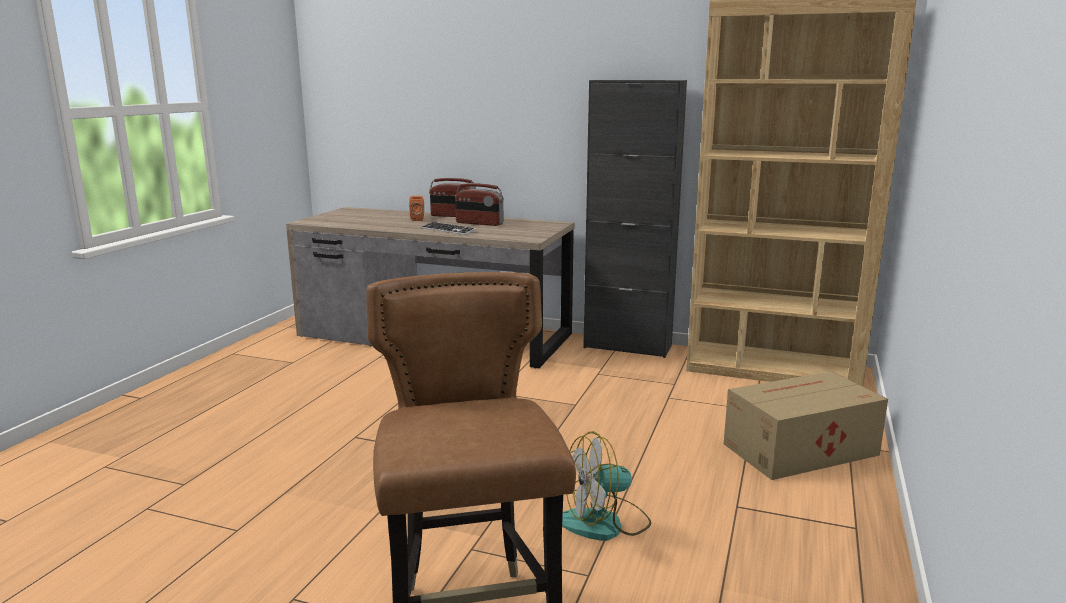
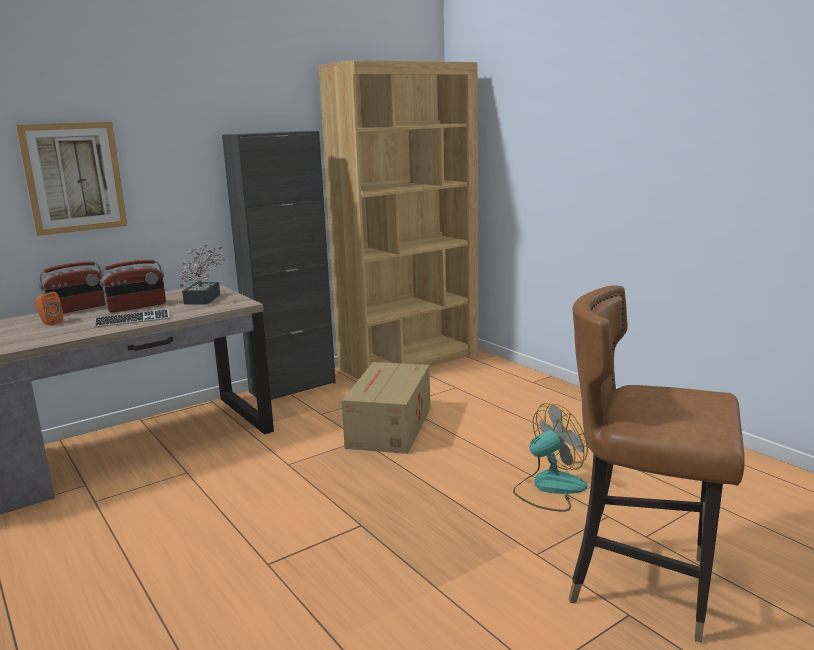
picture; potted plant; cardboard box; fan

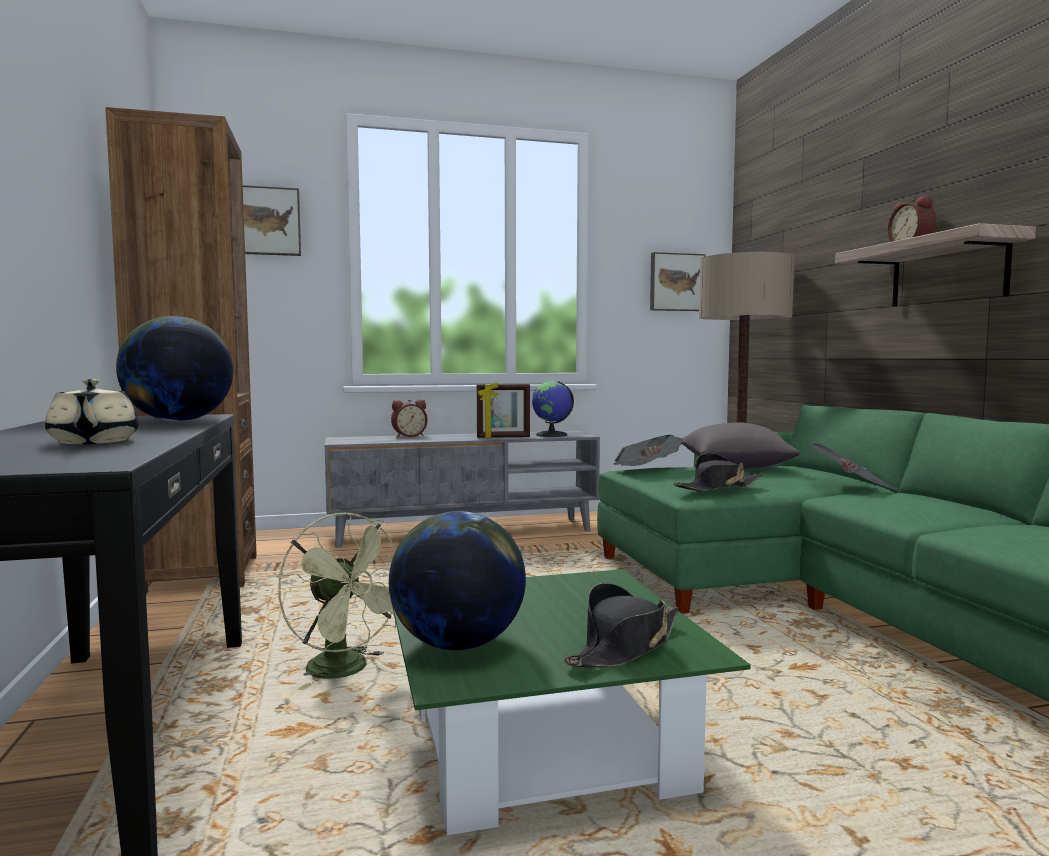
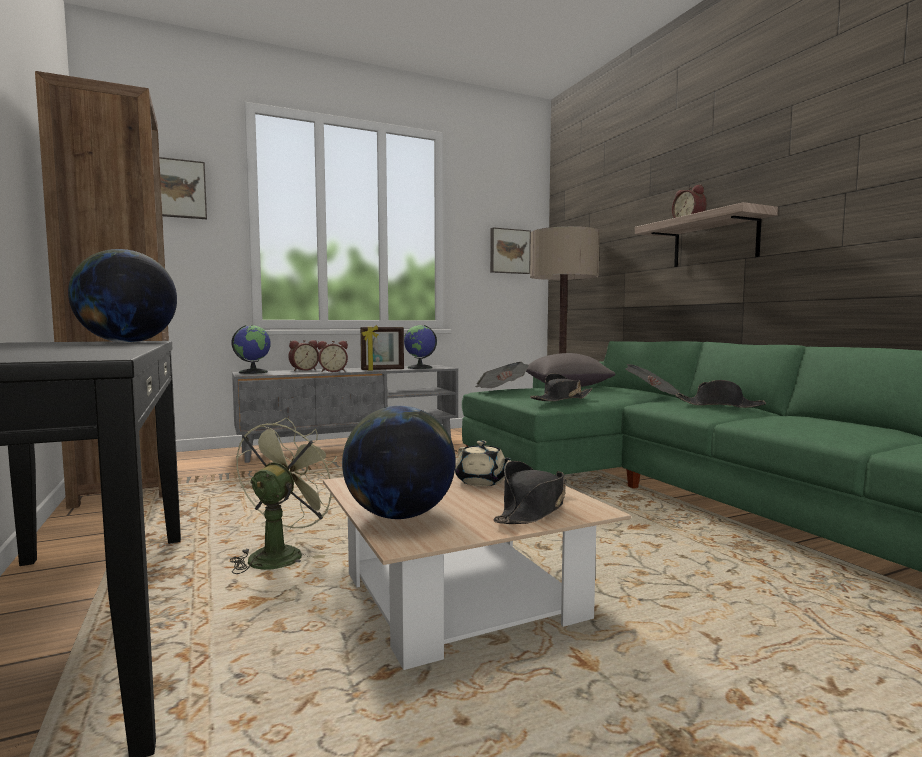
globe (no. 2 from left); alarm clock (no. 2 from left); black hat (no. 3 from left); beige teapot; beige coffee table; green fan

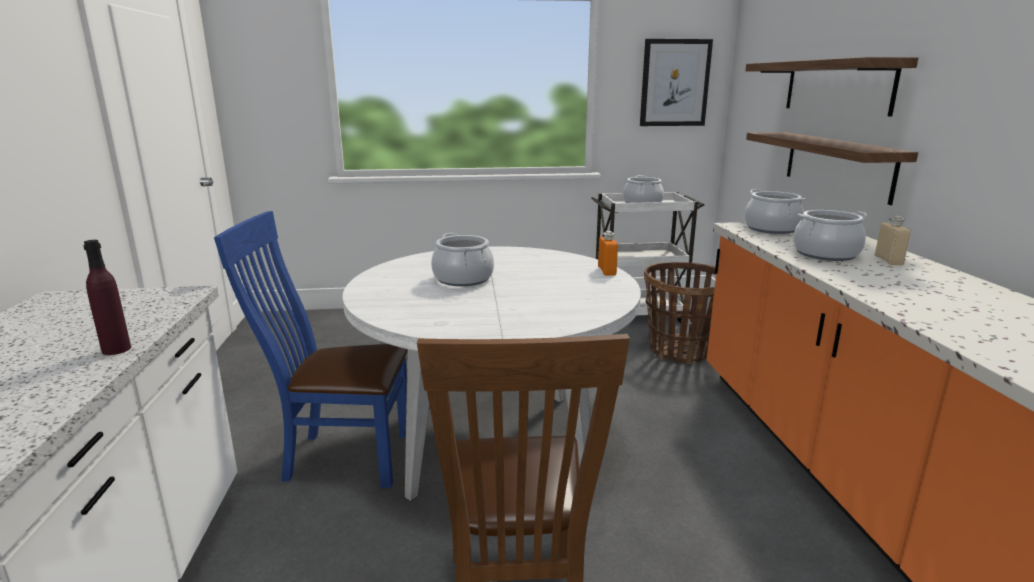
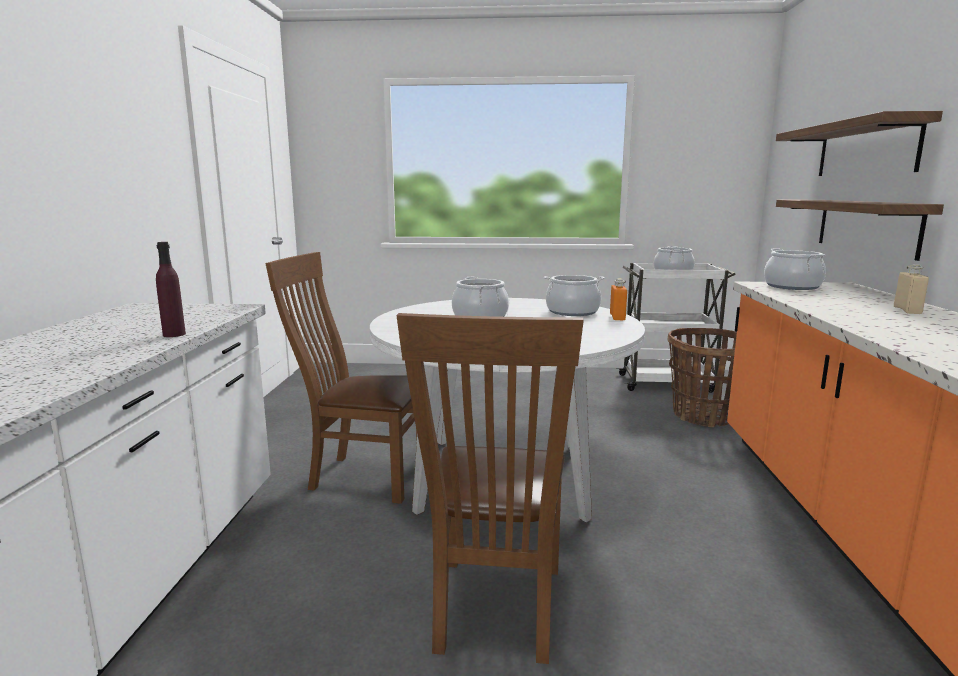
picture; cooking pot (no. 2 from left); brown chair (no. 1 from left)

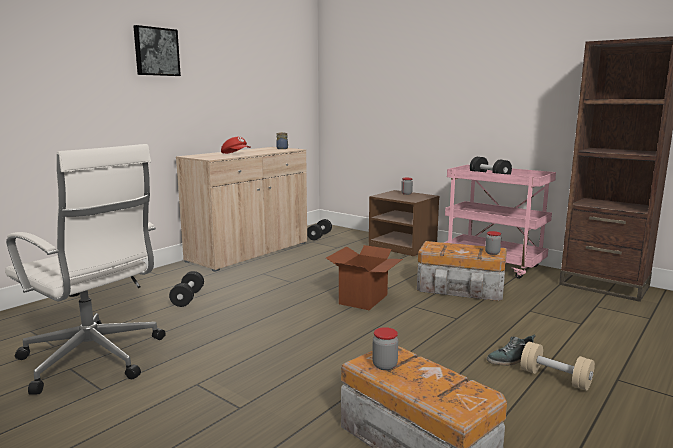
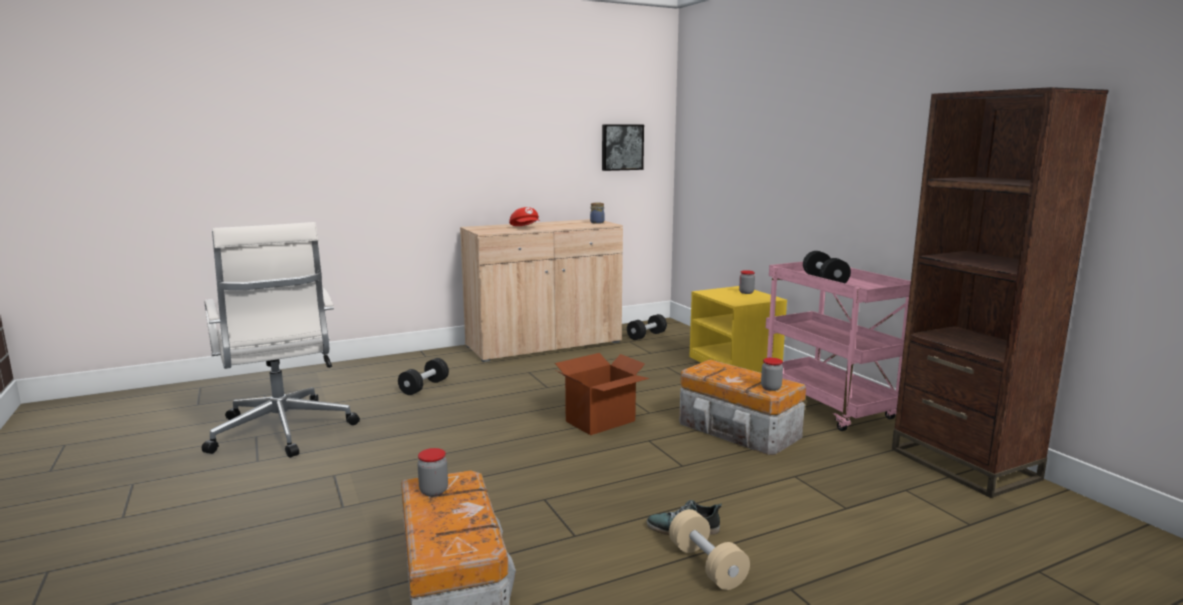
picture; yellow nightstand

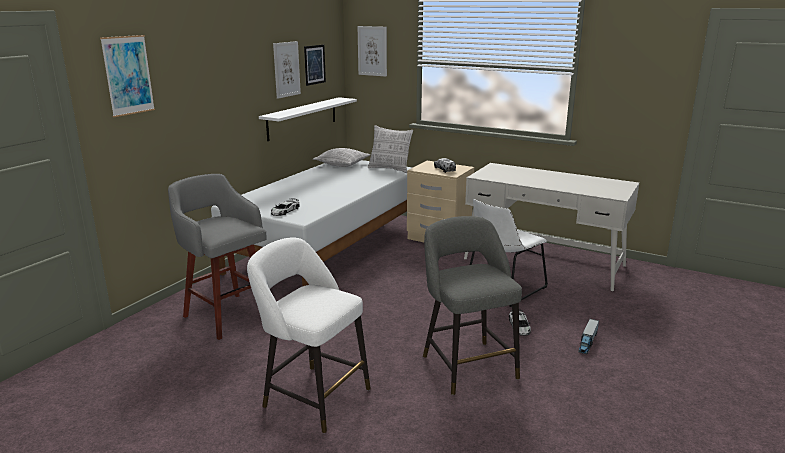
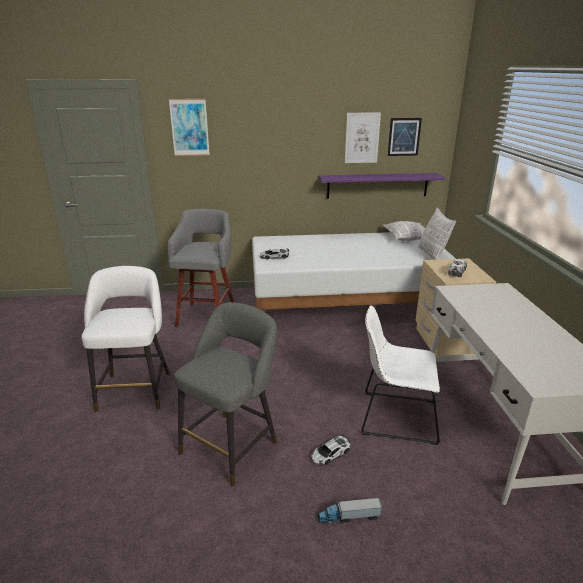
picture (no. 4 from left in the first image); purple shelf

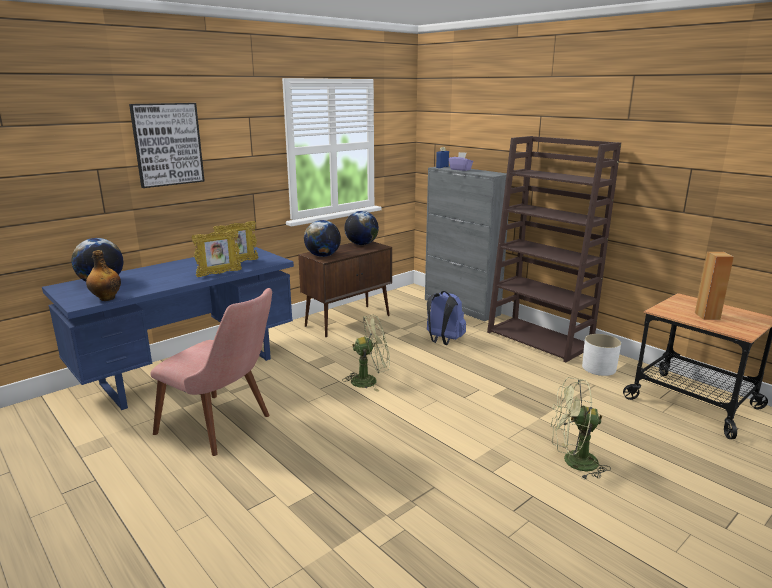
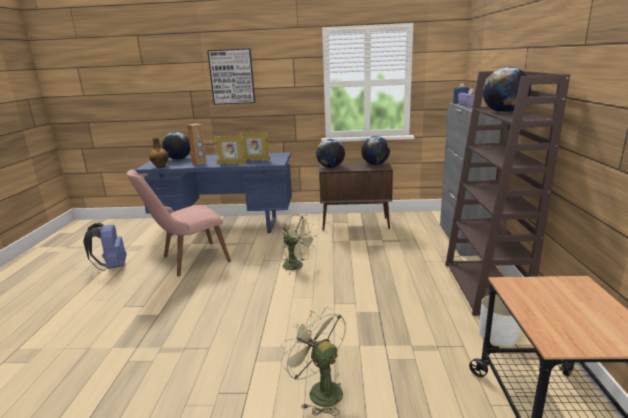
globe (no. 4 from left); blue backpack; brown speaker; pink chair

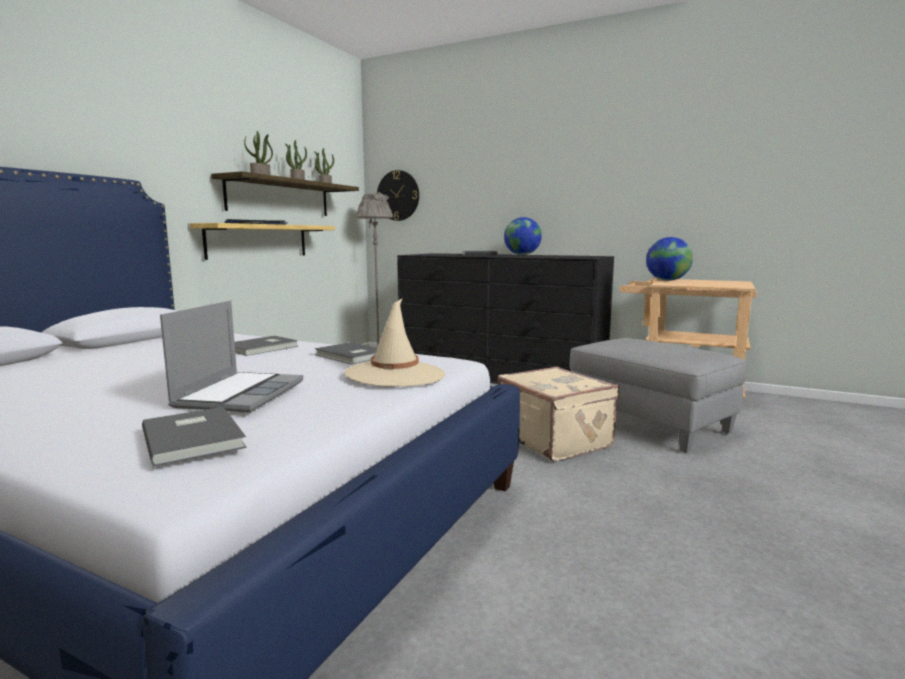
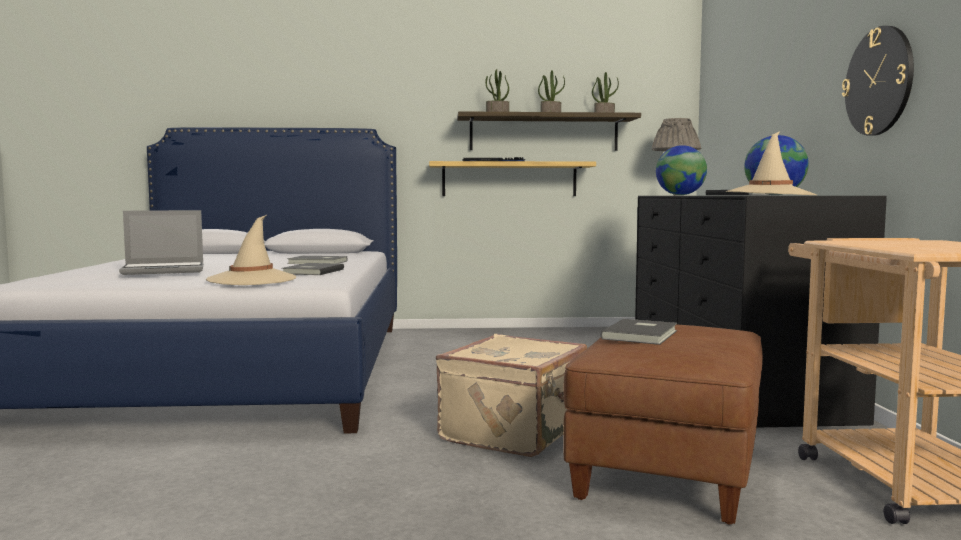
beige hat (no. 2 from left); grey book (no. 3 from left); wall clock; globe (no. 1 from left); brown ottoman

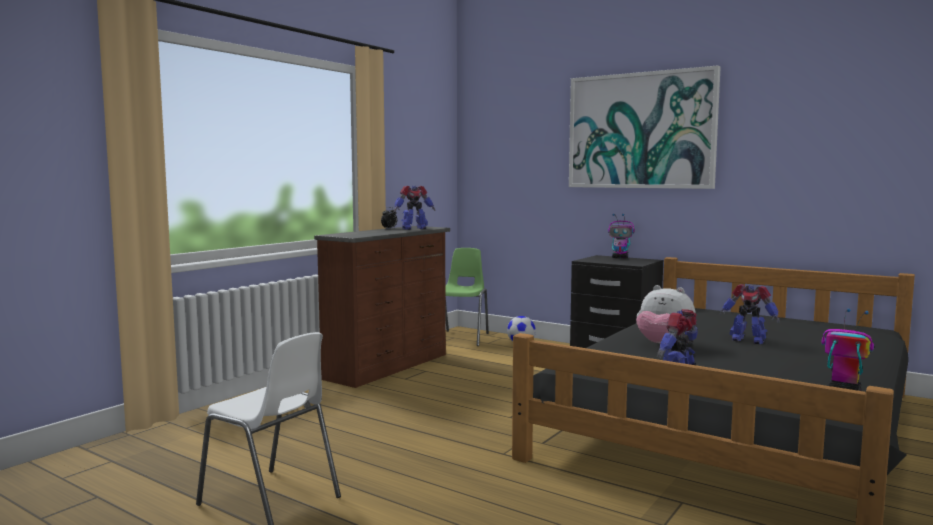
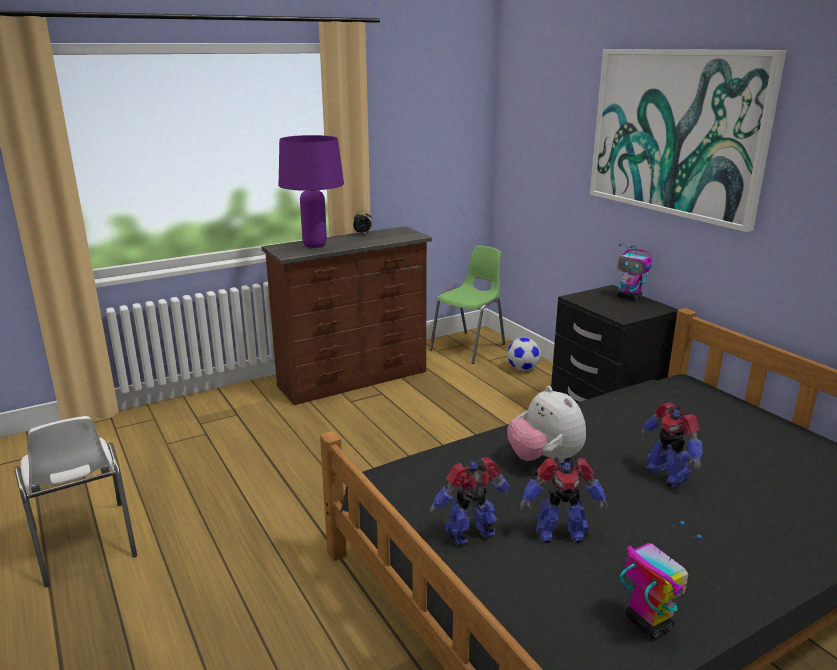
purple table lamp; toy robot (no. 2 from left)

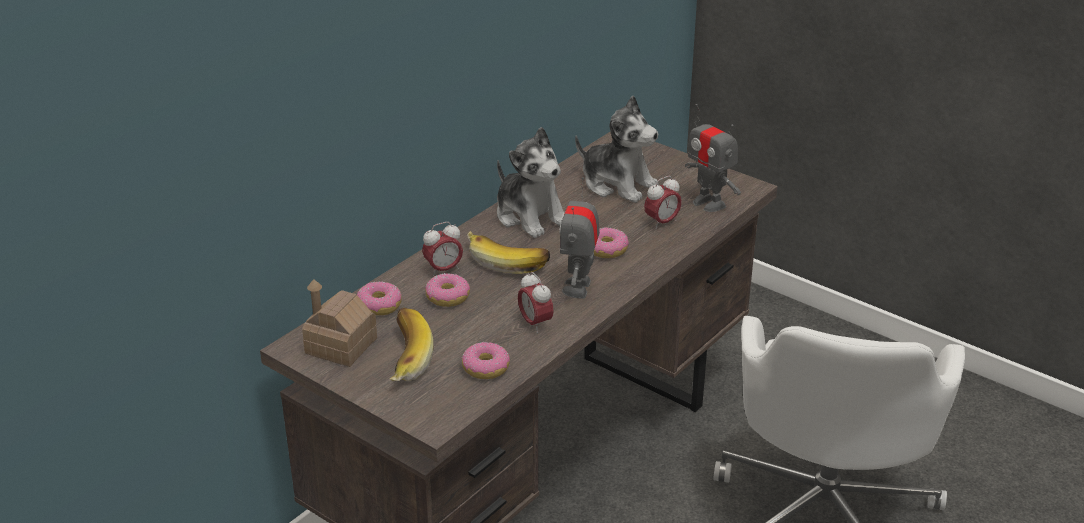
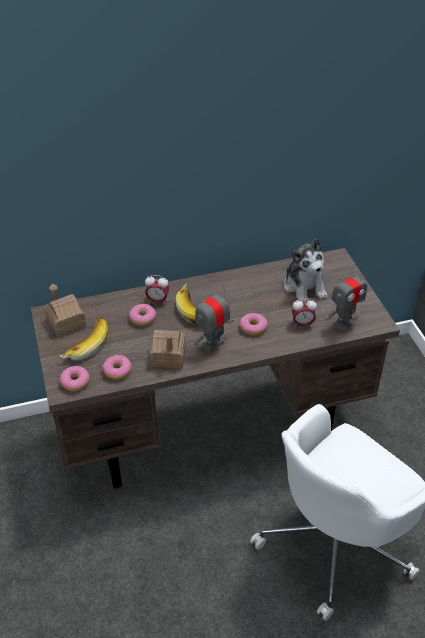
plush toy (no. 1 from left in the first image); donut (no. 1 from left); toy house (no. 2 from left); toy robot (no. 2 from left)

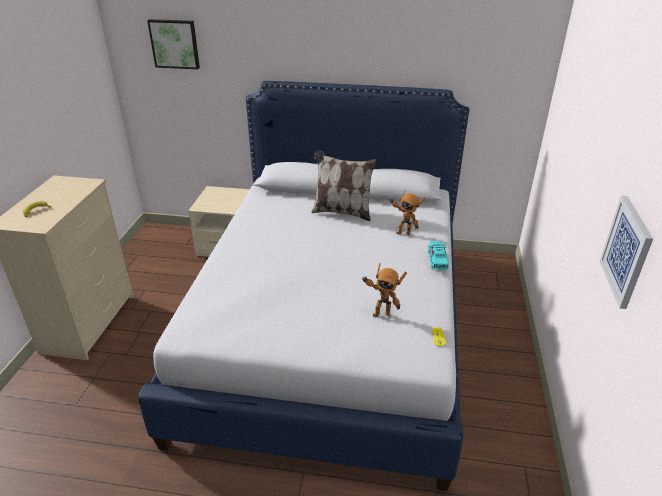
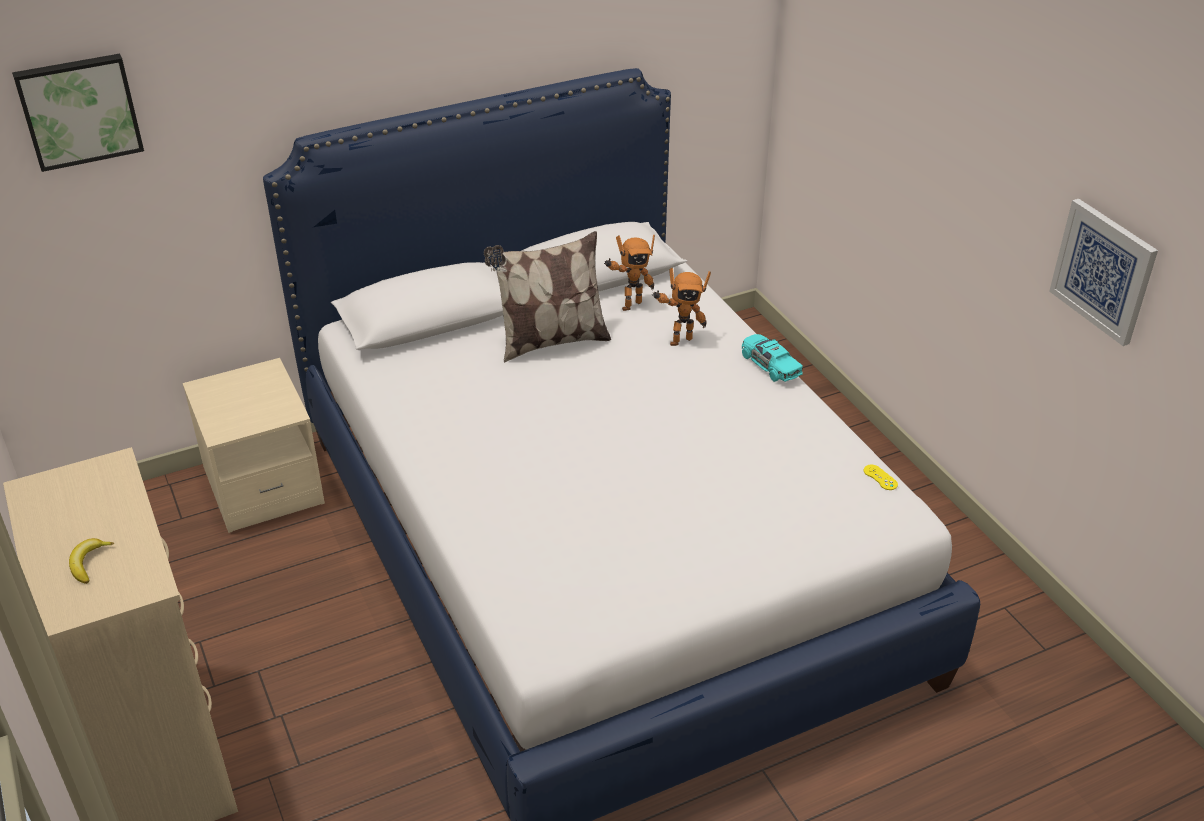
toy robot (no. 1 from left)

